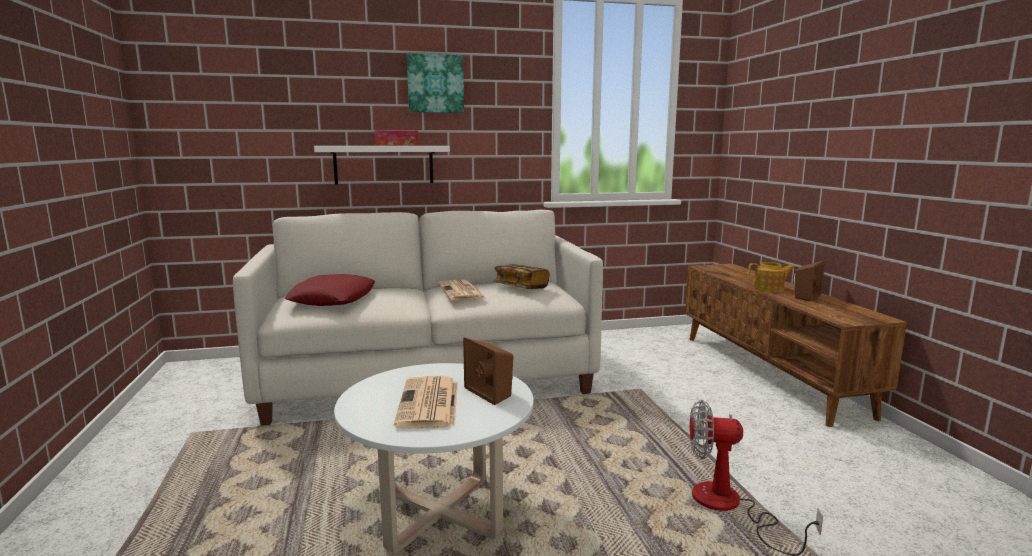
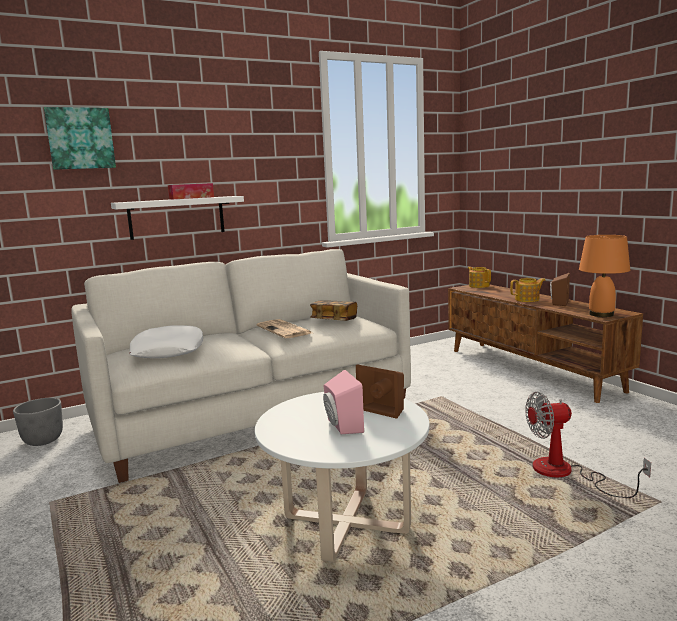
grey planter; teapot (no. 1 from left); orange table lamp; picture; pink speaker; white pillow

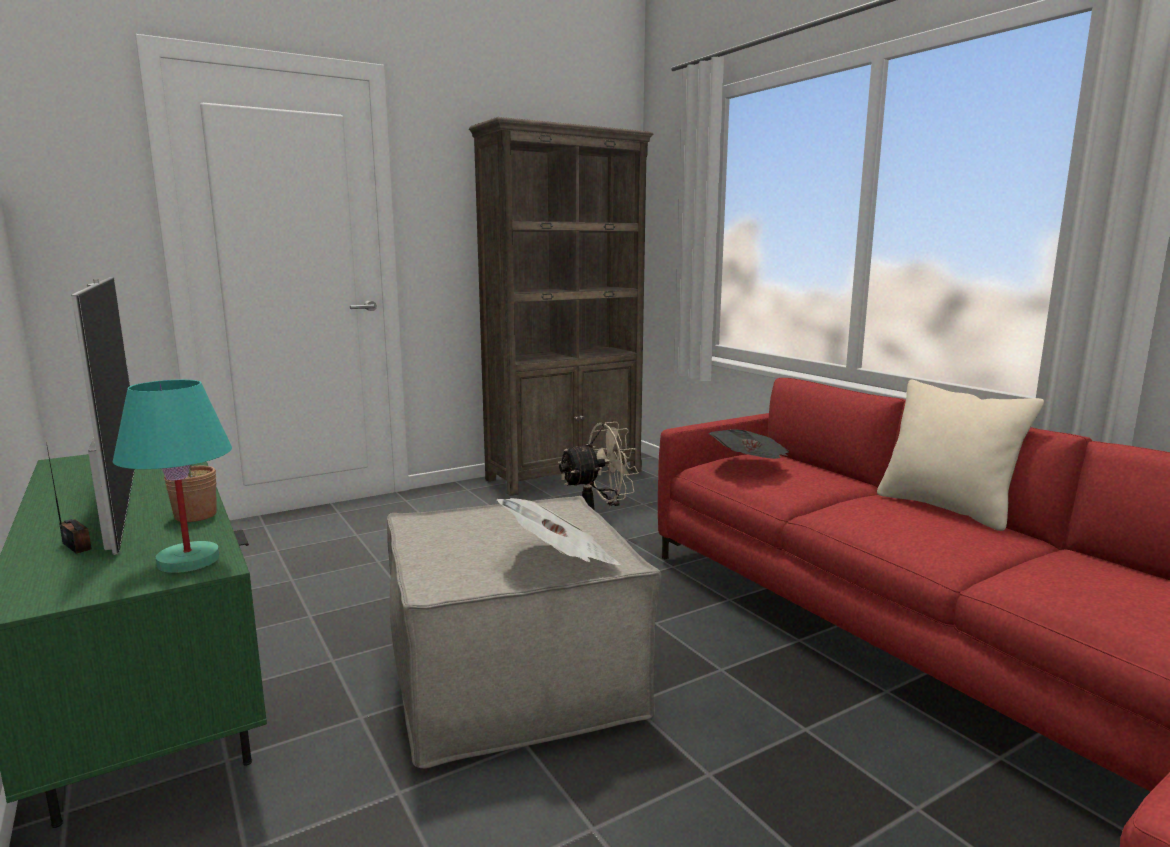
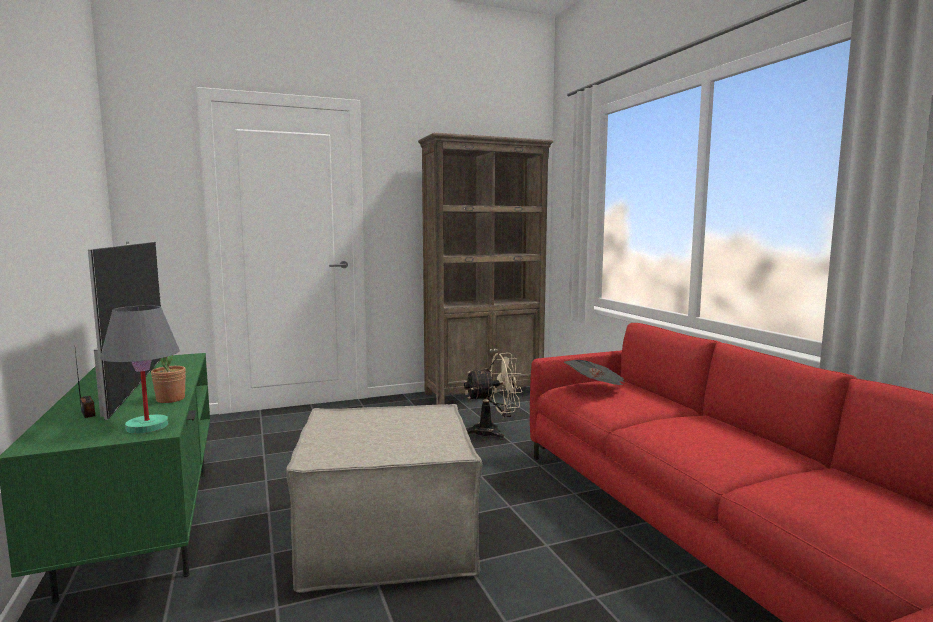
newspaper (no. 1 from left in the first image); beige pillow; grey table lamp

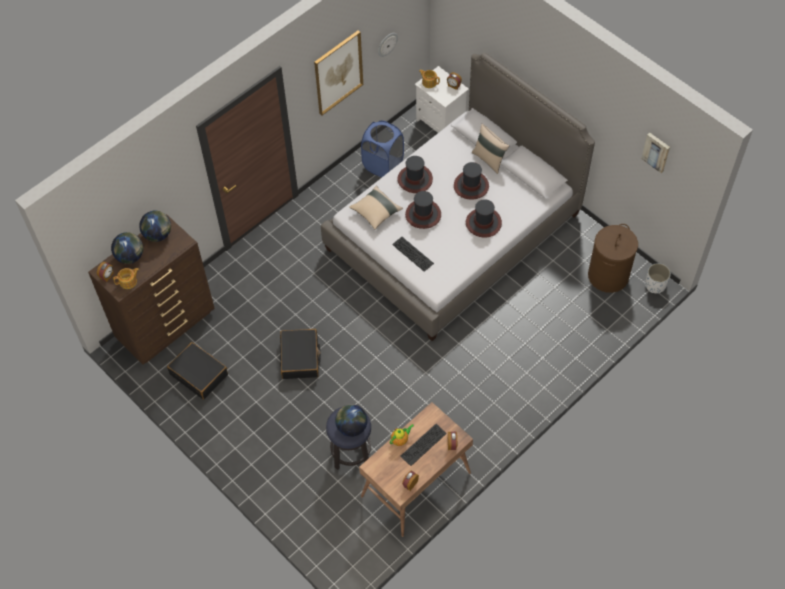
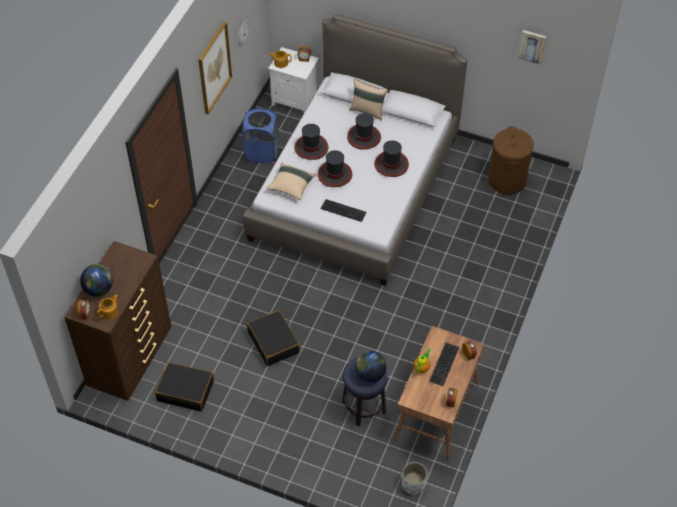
globe (no. 2 from left in the first image); white planter

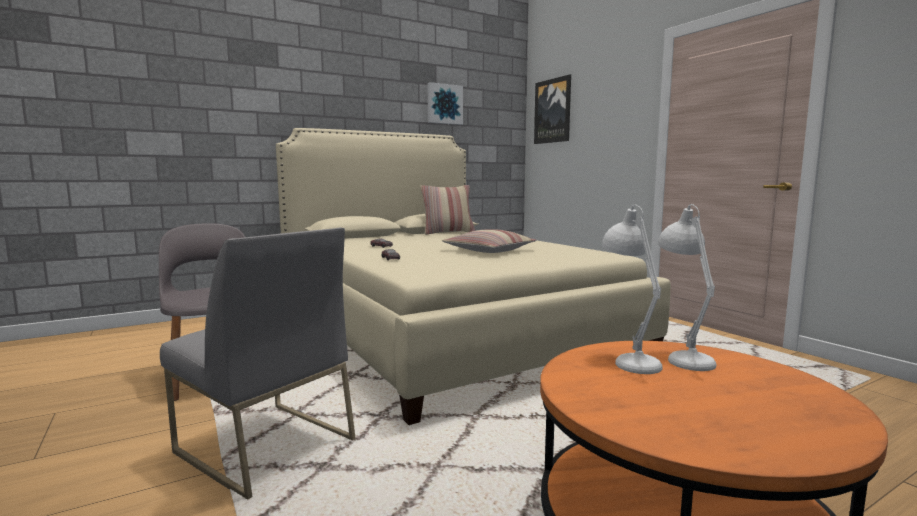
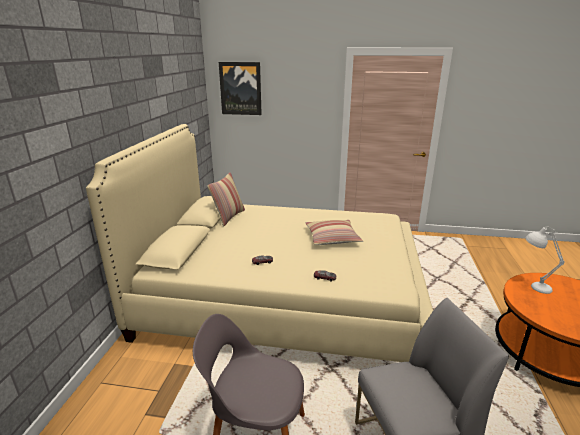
picture (no. 1 from left in the first image); white table lamp (no. 1 from left in the first image)

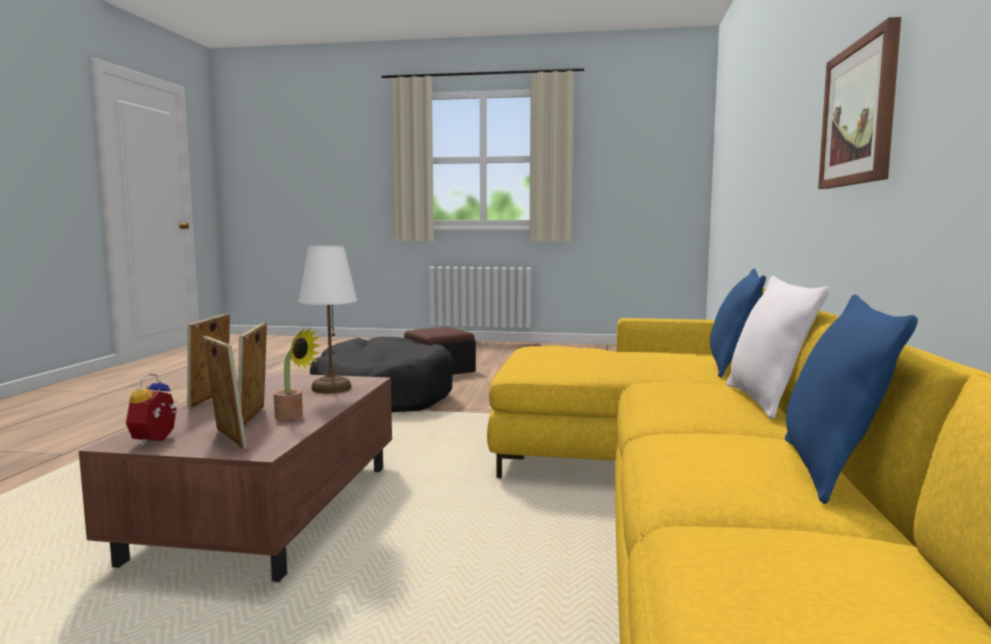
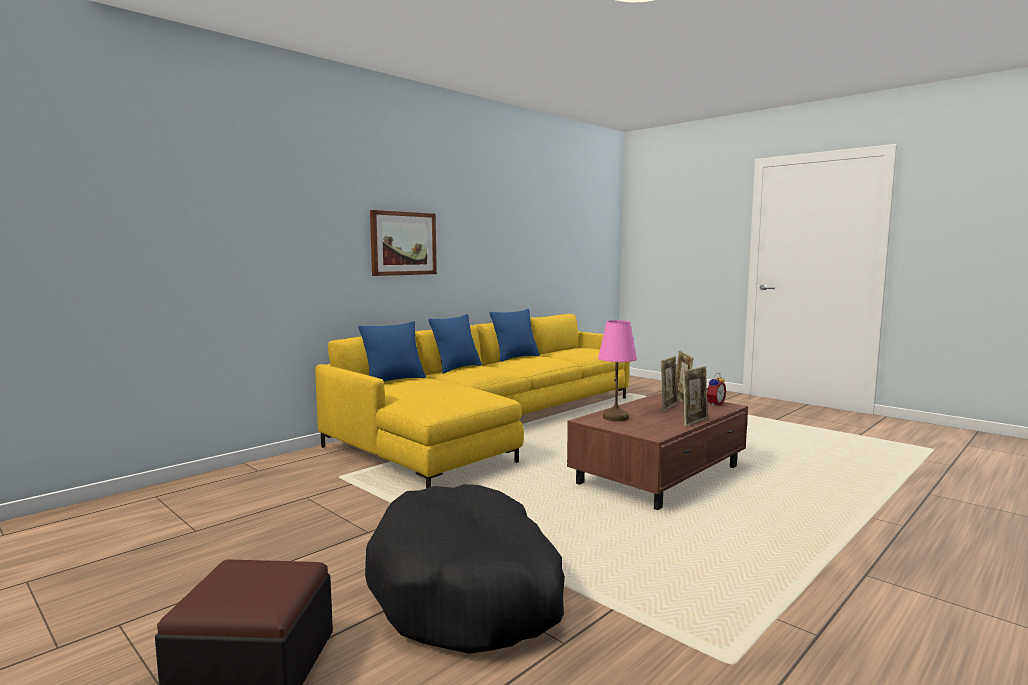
potted plant; pink table lamp; blue pillow (no. 2 from left)

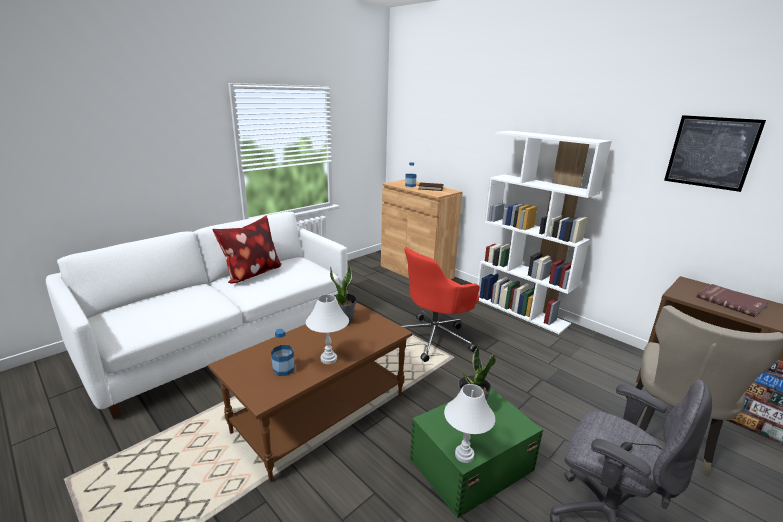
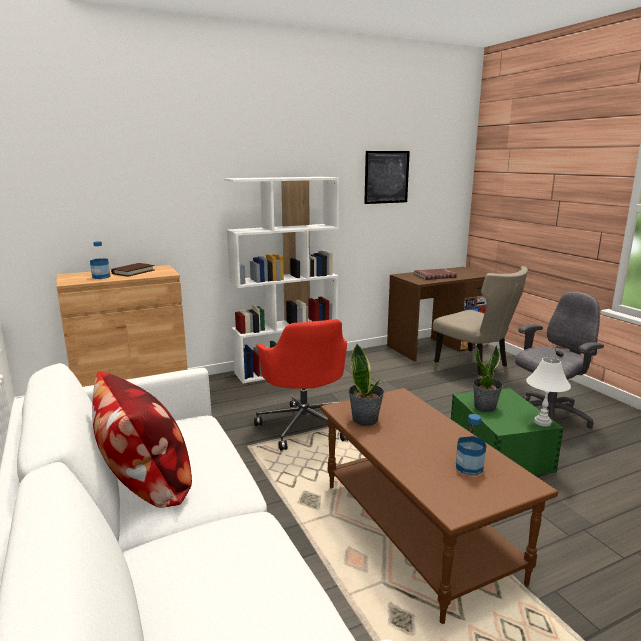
white table lamp (no. 1 from left in the first image)

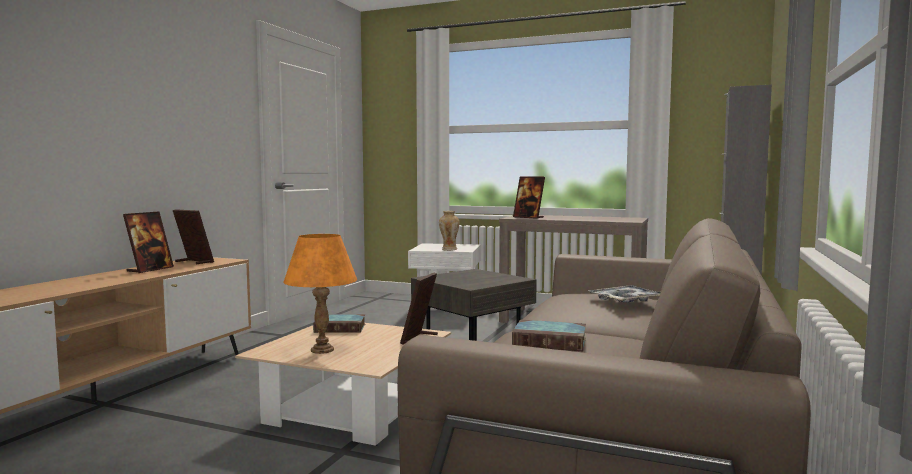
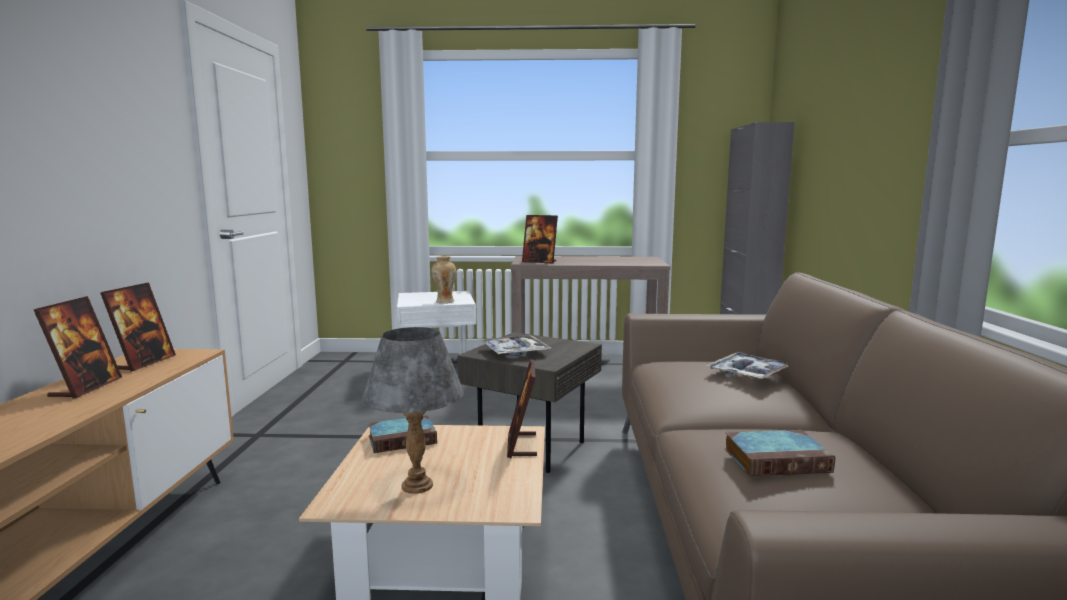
tray (no. 1 from left); grey table lamp; picture frame (no. 2 from left)

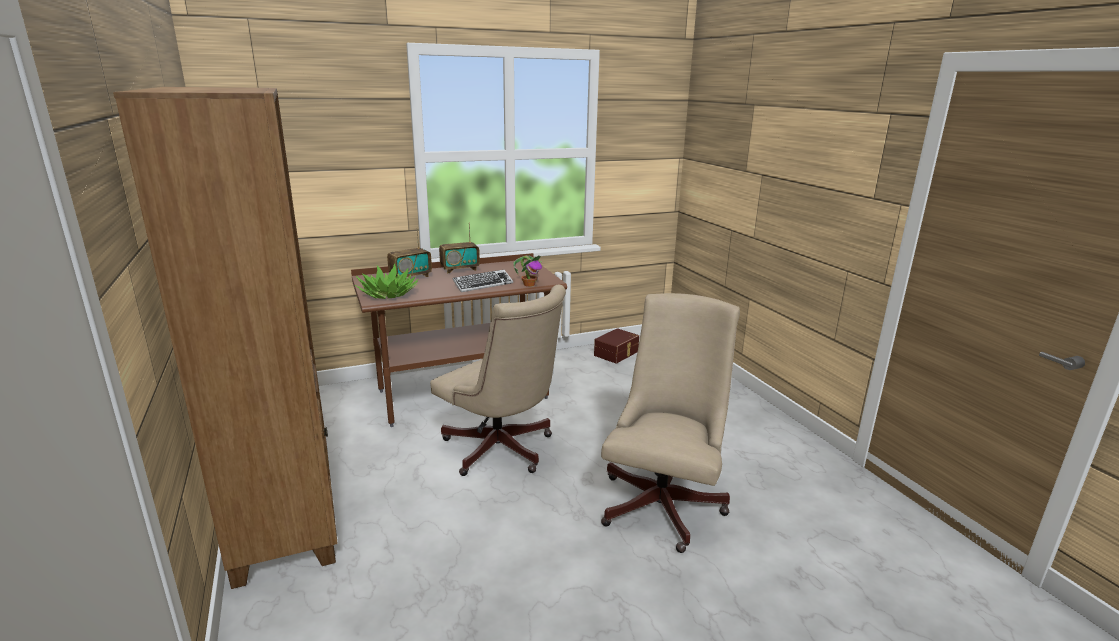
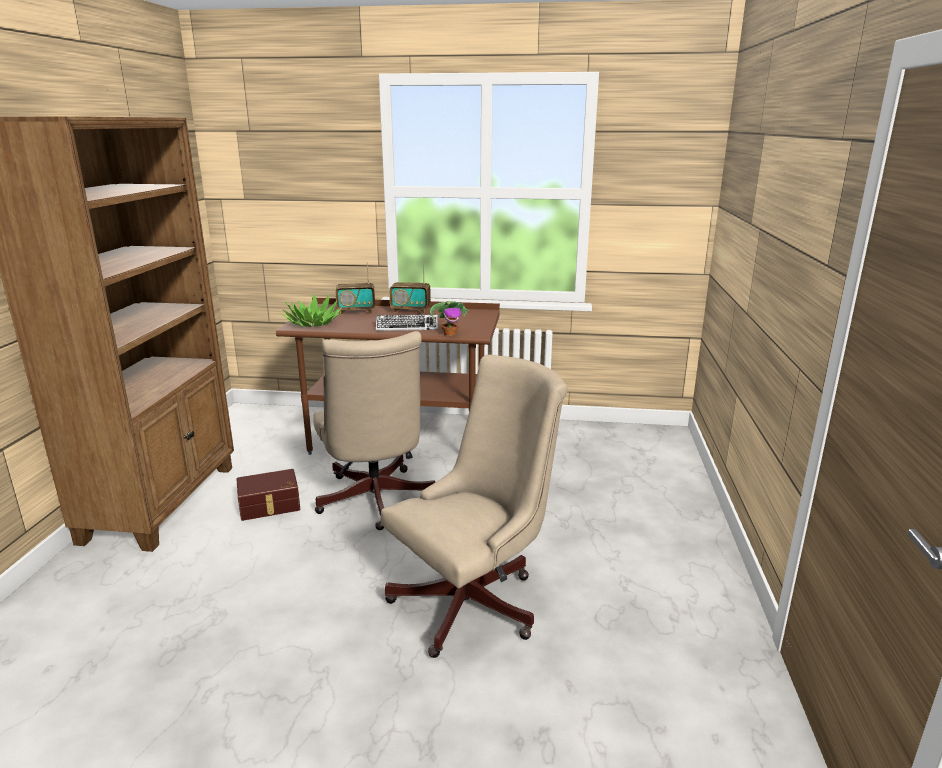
brown storage box

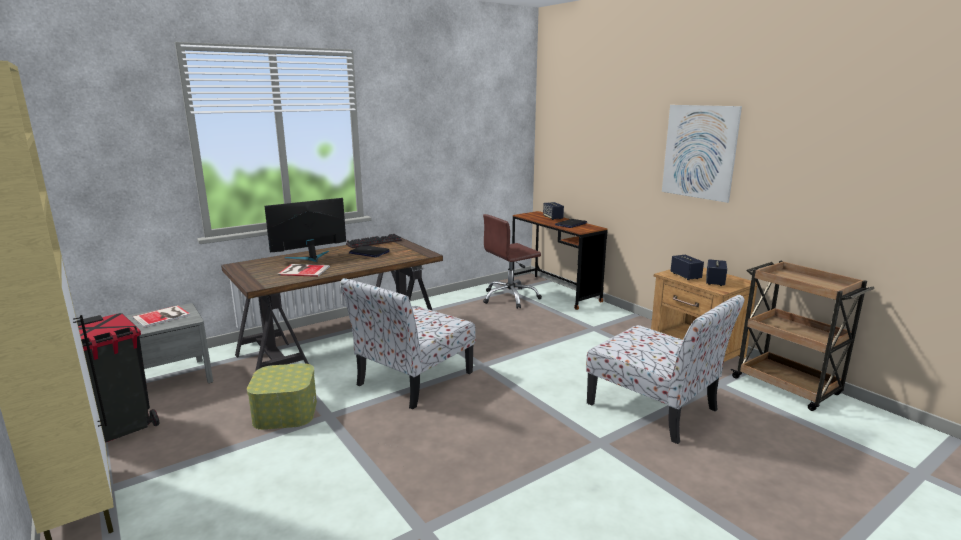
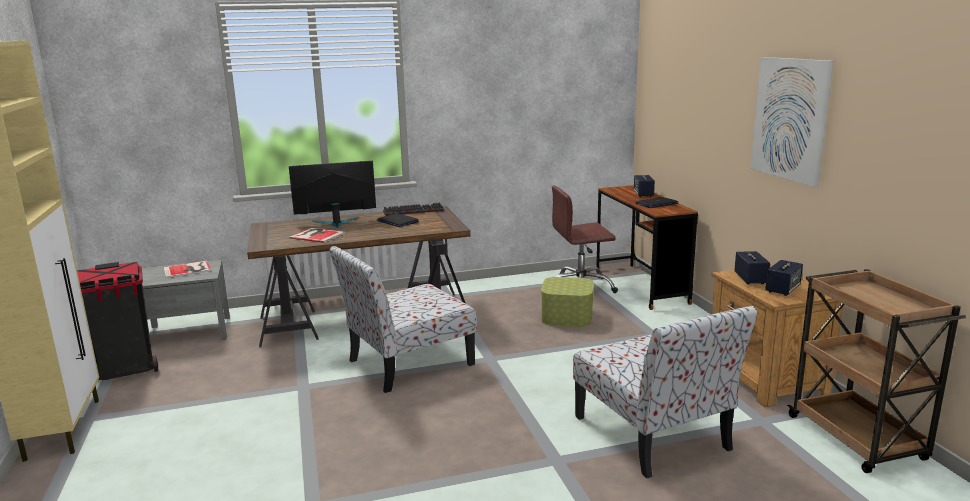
storage box

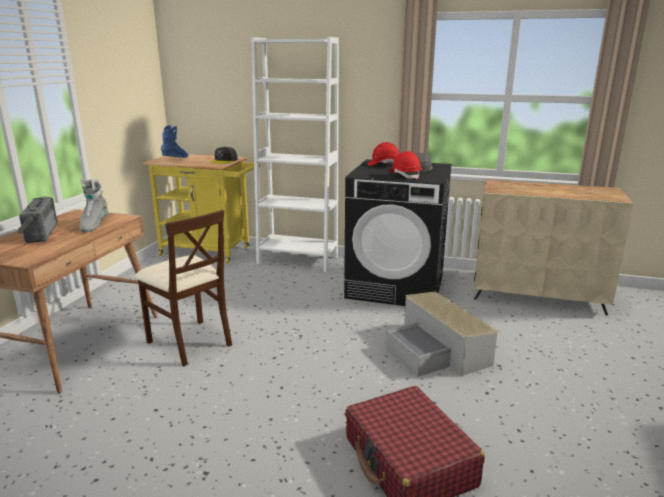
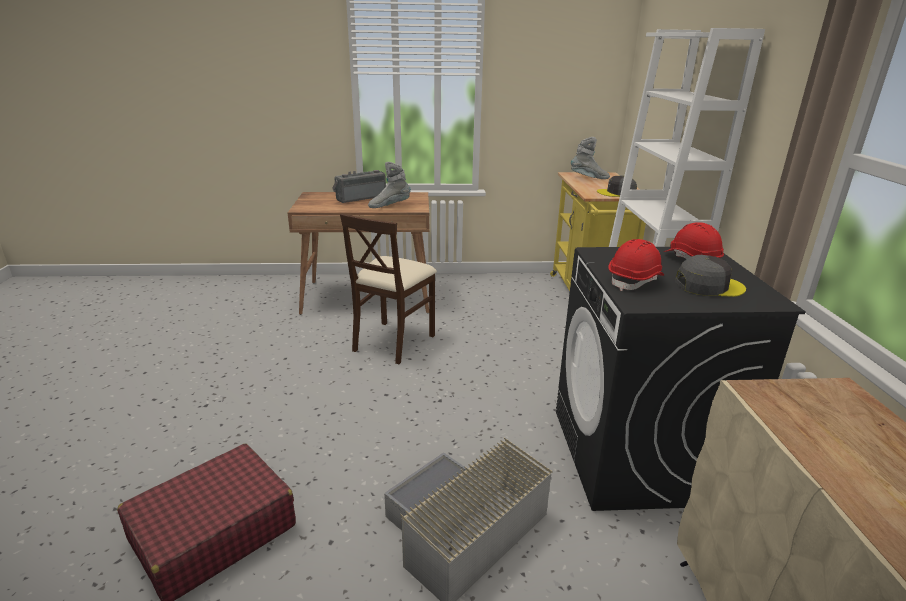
grey boot (no. 2 from left)

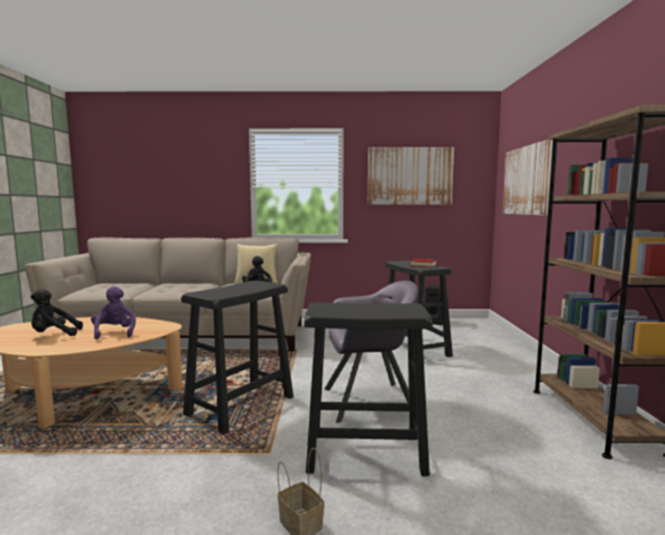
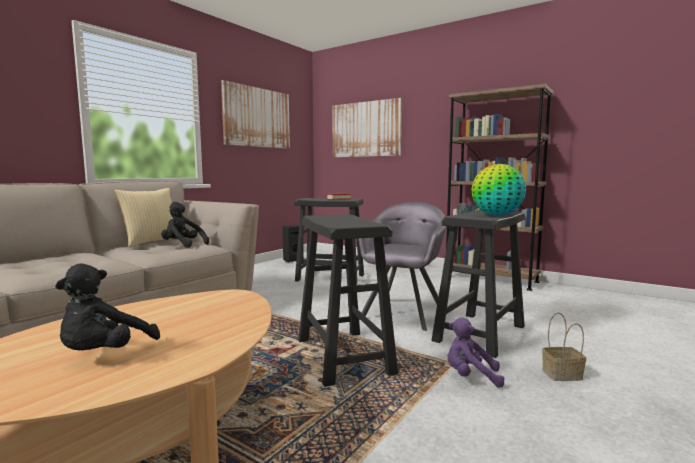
globe; purple plush toy

